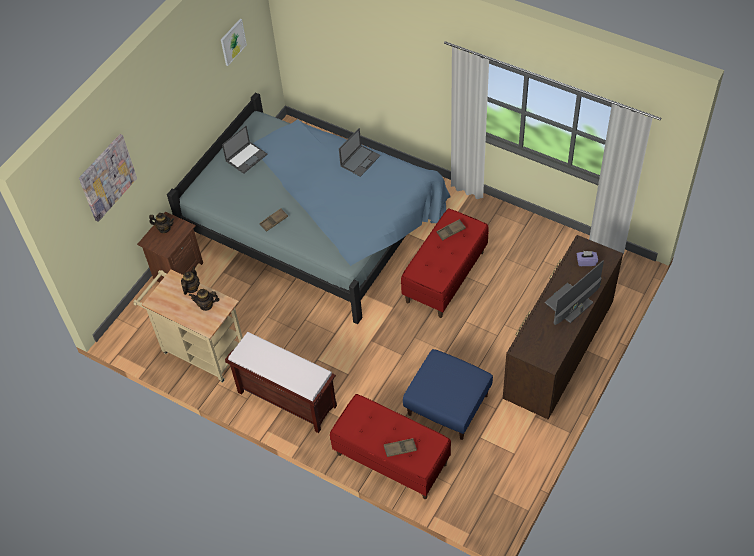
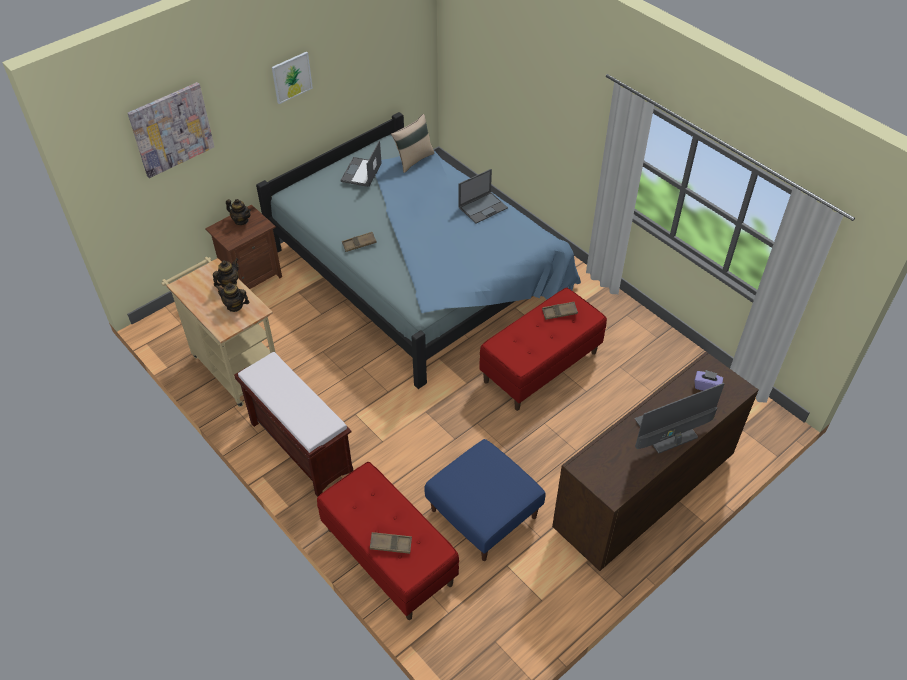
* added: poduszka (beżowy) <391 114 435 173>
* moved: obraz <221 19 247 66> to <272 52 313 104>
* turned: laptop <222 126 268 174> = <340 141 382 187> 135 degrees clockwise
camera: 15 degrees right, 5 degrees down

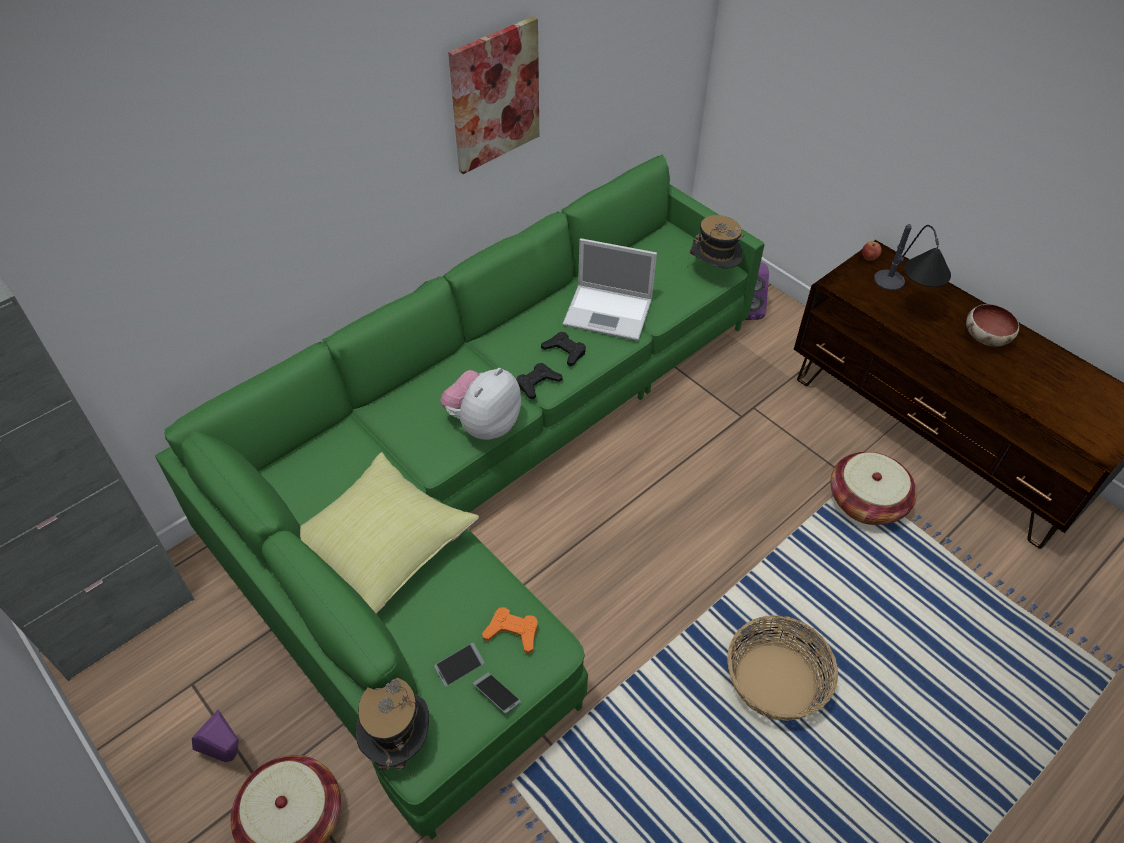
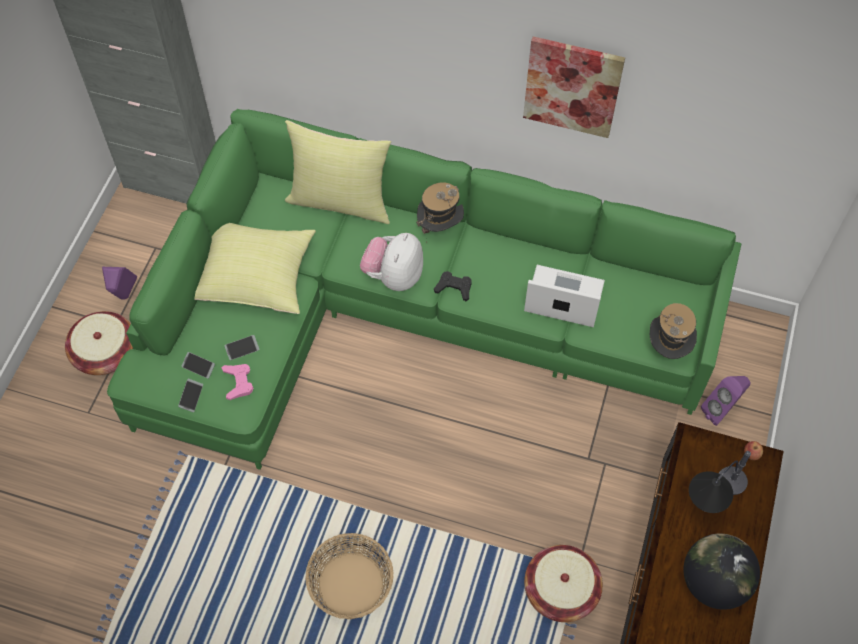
* removed: pad do gier (czarny) <541 332 586 366>
* added: telefon <224 335 259 360>
* added: poduszka (żółty) <285 120 391 224>
* moved: kapelusz <355 678 429 776> to <416 182 464 243>
* replaced: miska <966 304 1019 347> to globus <684 534 760 610>
* recoloured: pad do gier (pomarańczowy) <482 607 538 654> to pad do gier (różowy) <221 364 253 400>
* turned: pluszak <440 368 521 440> = <360 233 423 291> 75 degrees counterclockwise
* turned: laptop <563 238 657 341> = <524 265 605 327> 120 degrees clockwise
camera: 60 degrees right, 10 degrees up

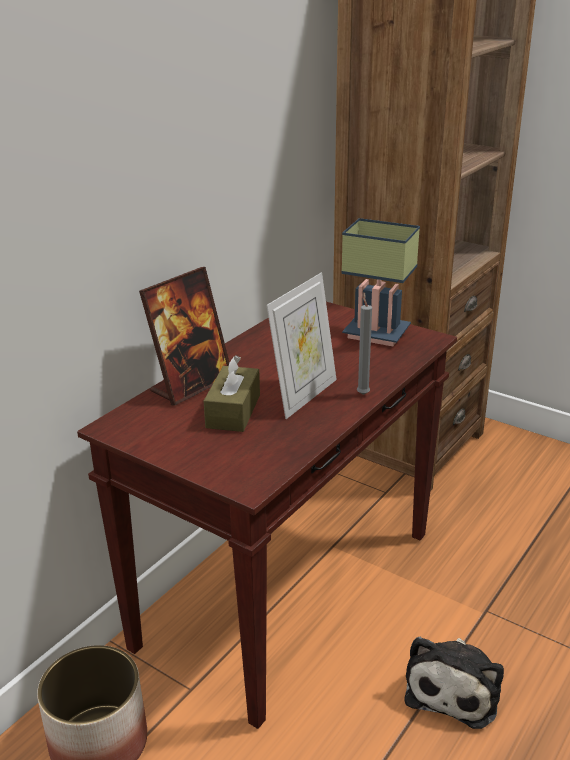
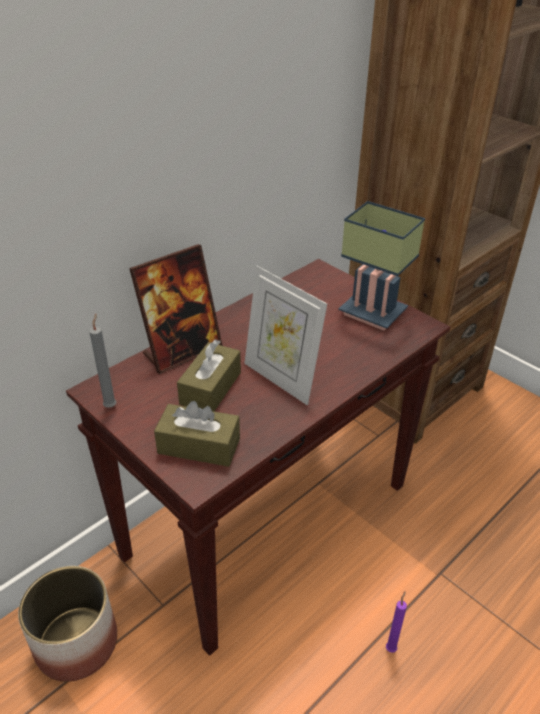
* added: pudełko chusteczek (brązowy) <154 401 240 467>
* moved: świeca (szary) <357 292 372 395> to <89 314 116 408>
* replaced: pluszak <405 637 504 729> to świeca (fioletowy) <386 591 407 653>
* turned: ramka na zdjęcie <267 273 337 419> = <244 266 327 405> 90 degrees clockwise
camera: 10 degrees right, 10 degrees up

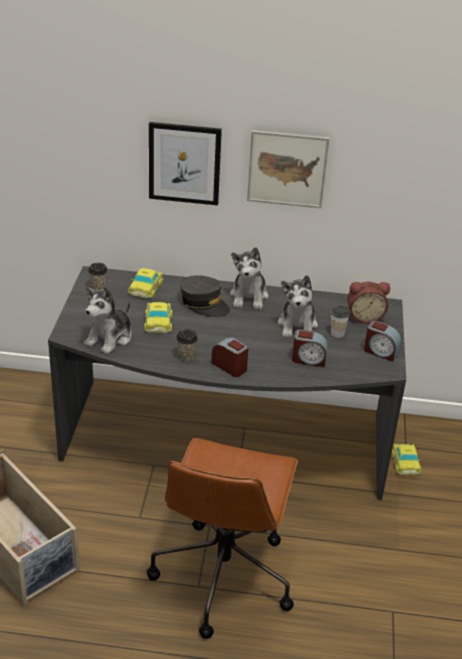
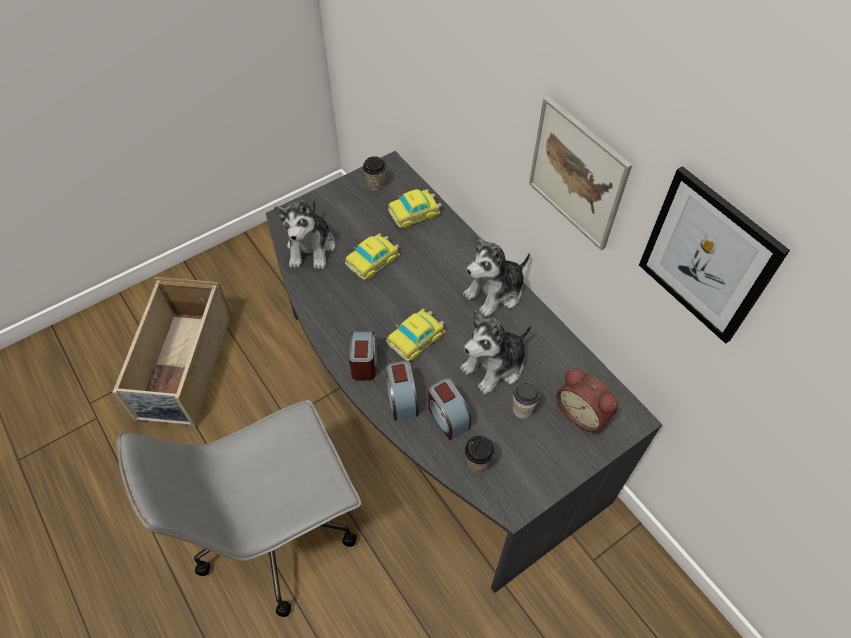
* removed: czapka z daszkiem (szary) <180 275 230 317>
* moved: obraz <149 122 222 205> to <639 166 790 344>
* moved: filiżanka <176 329 198 361> to <465 436 495 473>
* moved: budzik <364 320 402 362> to <386 361 419 421>
* moved: samochodzik <392 444 421 475> to <387 309 445 361>
* recoloured: krzesło biurowe (brązowy) <147 438 298 639> to krzesło biurowe (szary) <117 400 361 617>
* turned: pluszak <84 287 132 354> = <274 198 335 270> 75 degrees counterclockwise
camera: 50 degrees right, 20 degrees up

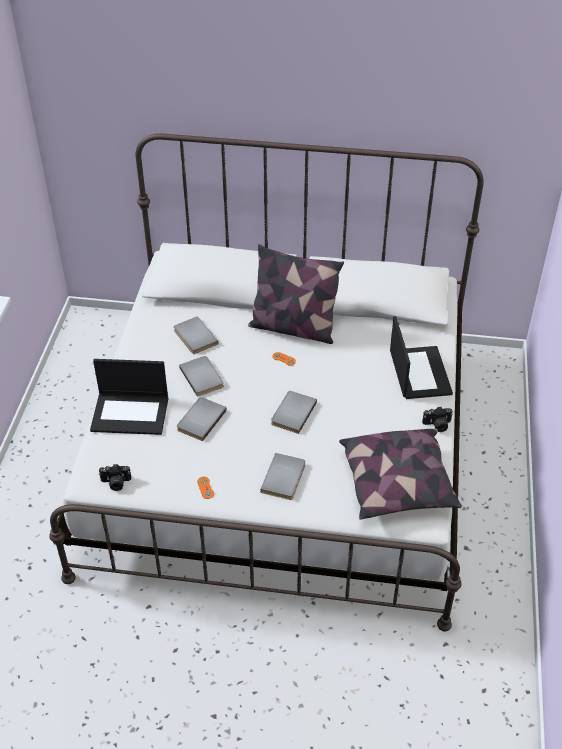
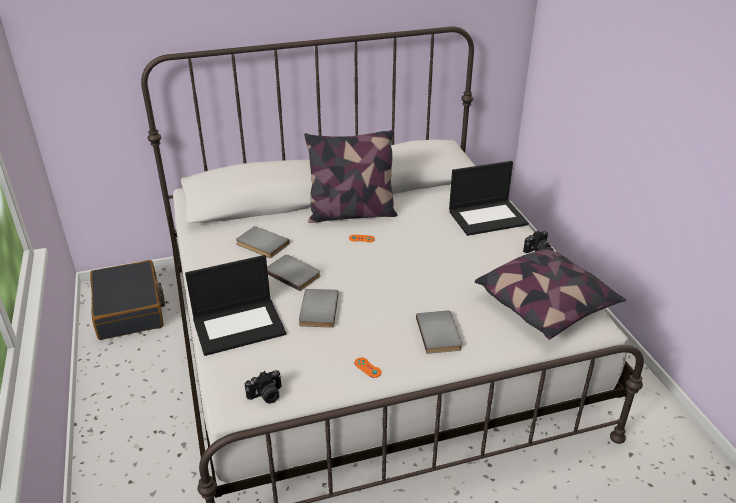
* removed: książka (szary) <271 391 317 434>
* added: walizka (czarny) <90 260 165 340>
* turned: laptop <390 316 453 399> = <449 161 529 236> 105 degrees clockwise
camera: 25 degrees left, 10 degrees down

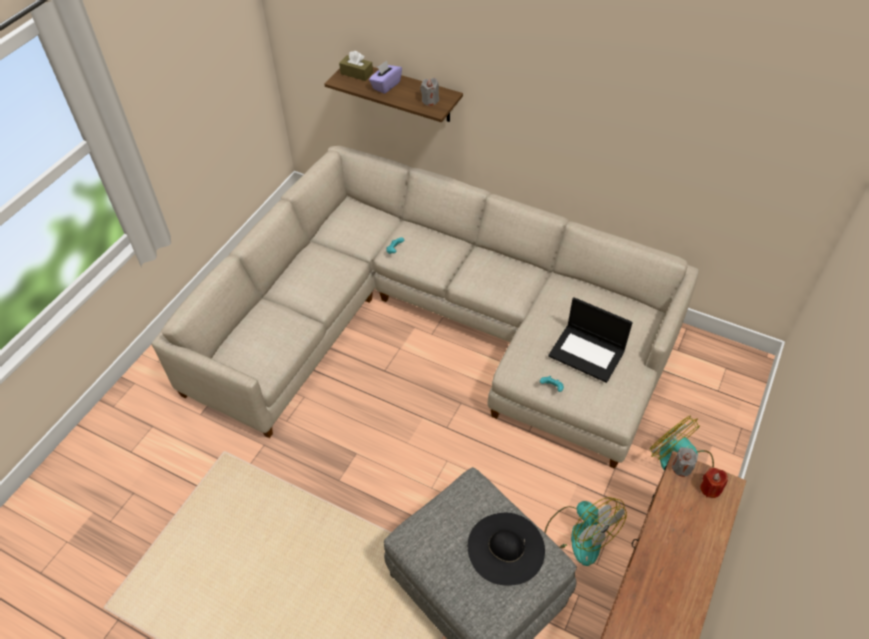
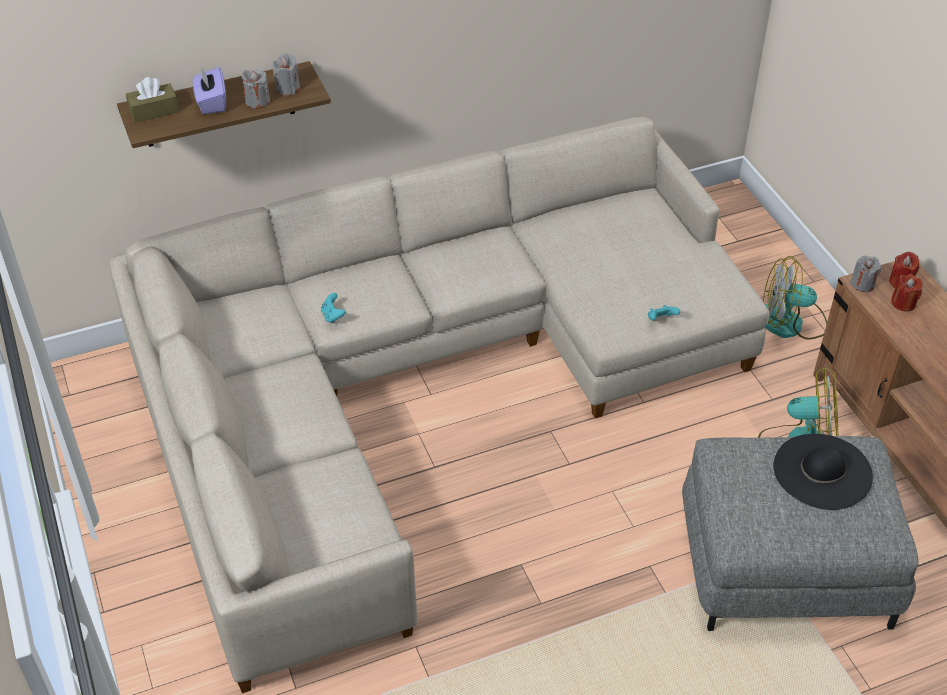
* removed: laptop <548 297 633 383>
* added: świeca (szary) <242 69 270 109>
* added: świeca (czerwony) <891 274 922 312>
camera: 50 degrees left, 5 degrees down

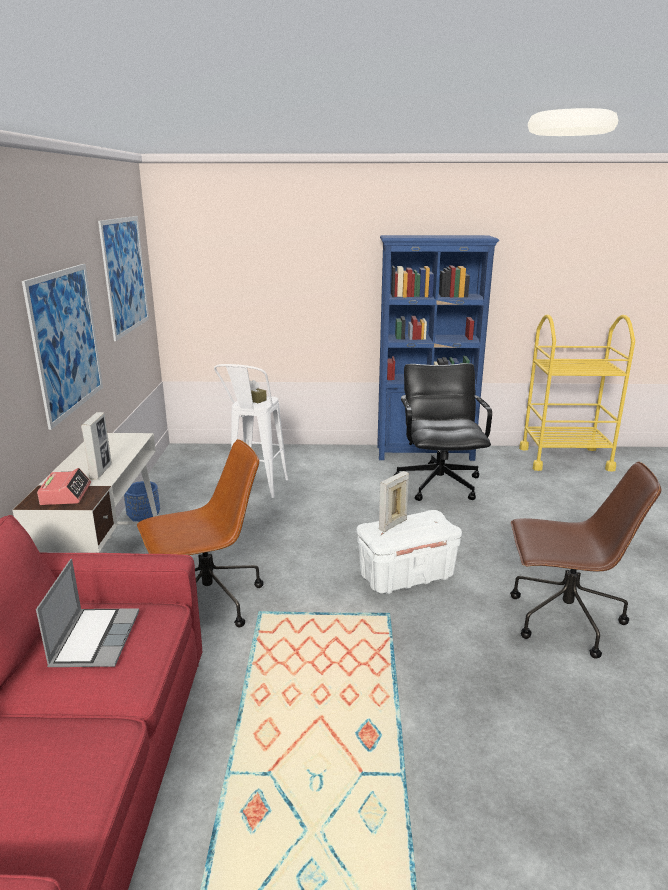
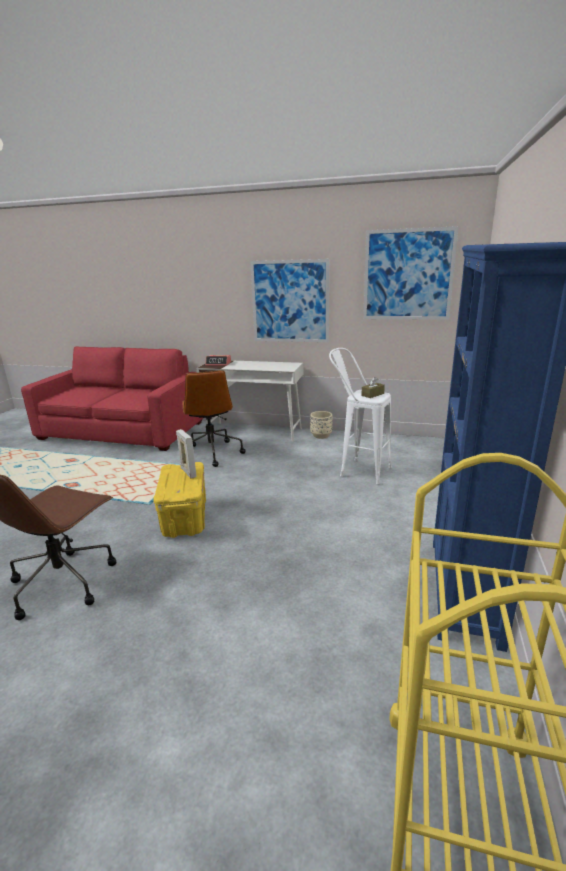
* removed: laptop <36 559 139 667>
* removed: ramka na zdjęcie <81 412 112 479>
* removed: krzesło biurowe (czarny) <393 363 492 501>
* recoloured: donica (niebieski) <124 481 160 522> to donica (beżowy) <310 411 332 439>
* recoloured: pojemnik do przechowywania (biały) <356 510 462 594> to pojemnik do przechowywania (żółty) <153 462 206 538>
camera: 105 degrees right, 0 degrees up

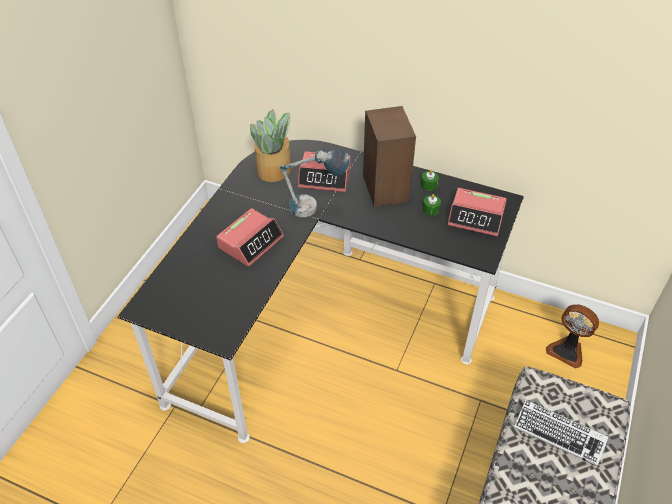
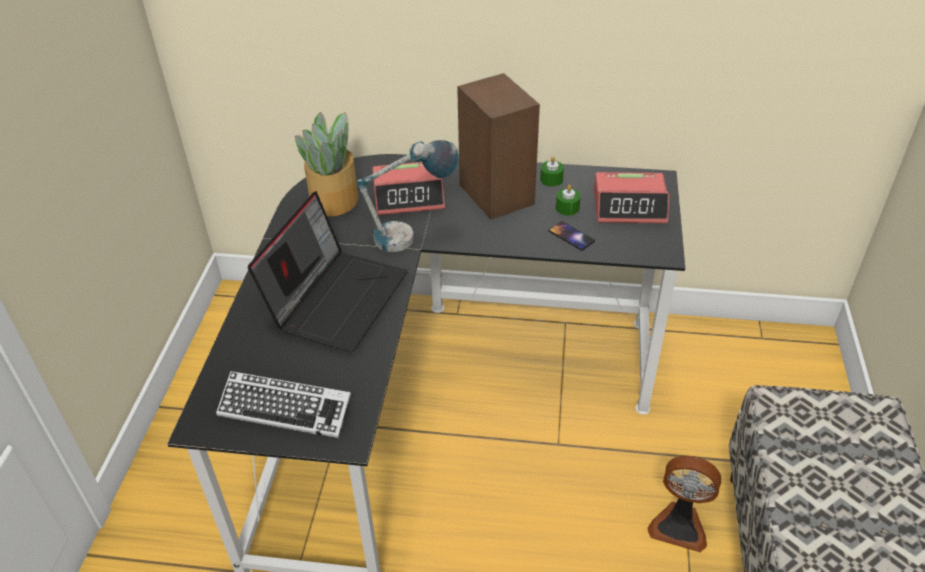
* added: telefon <548 221 595 251>
* moved: klawiatura <514 400 609 466> to <216 371 351 439>
* moved: wentylator <546 304 599 369> to <648 455 721 552>
* replaced: budzik <217 208 284 267> to laptop <248 191 408 352>
camera: 15 degrees left, 5 degrees down

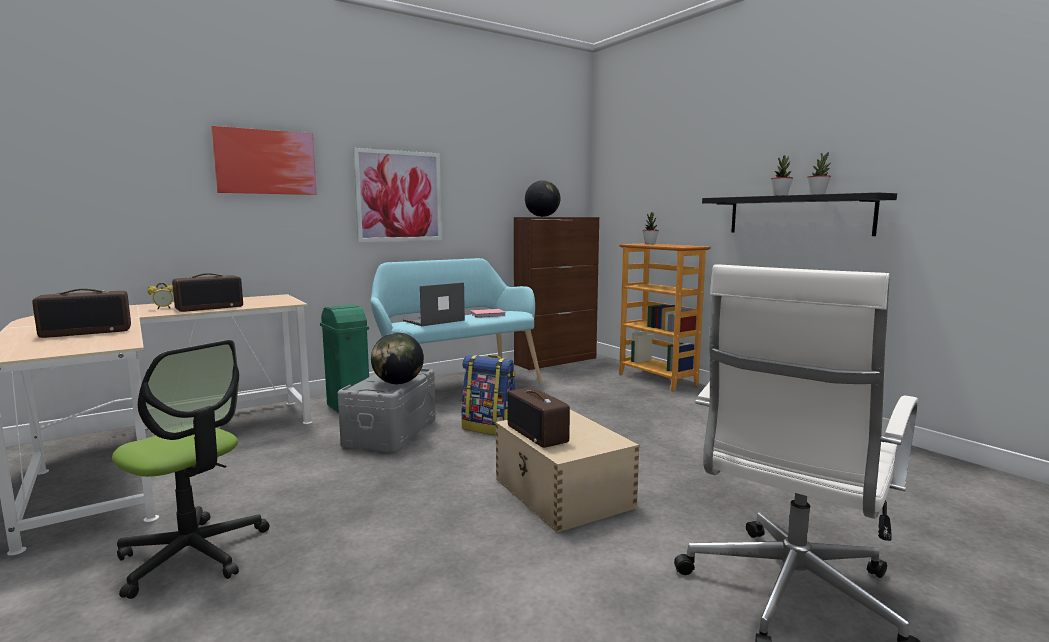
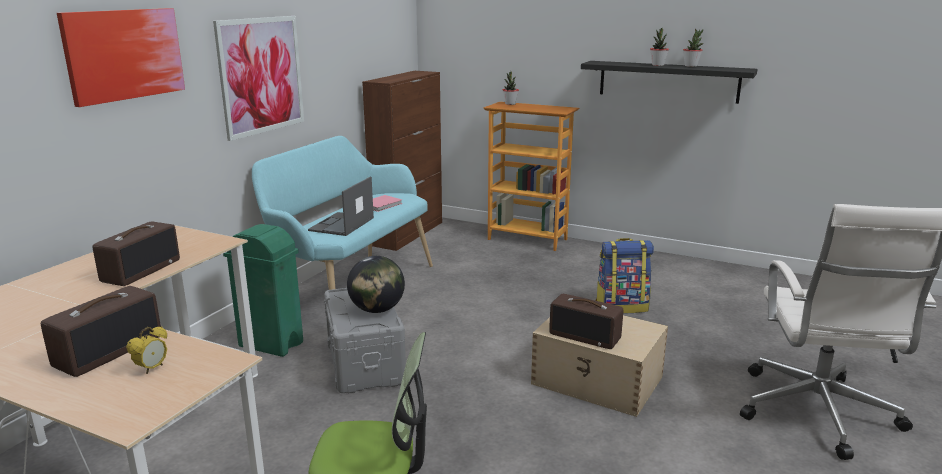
* removed: globus <525 180 560 217>
* moved: budzik <148 283 173 309> to <126 326 167 374>
* moved: plecak <461 355 516 435> to <596 238 654 314>
camera: 30 degrees left, 10 degrees up

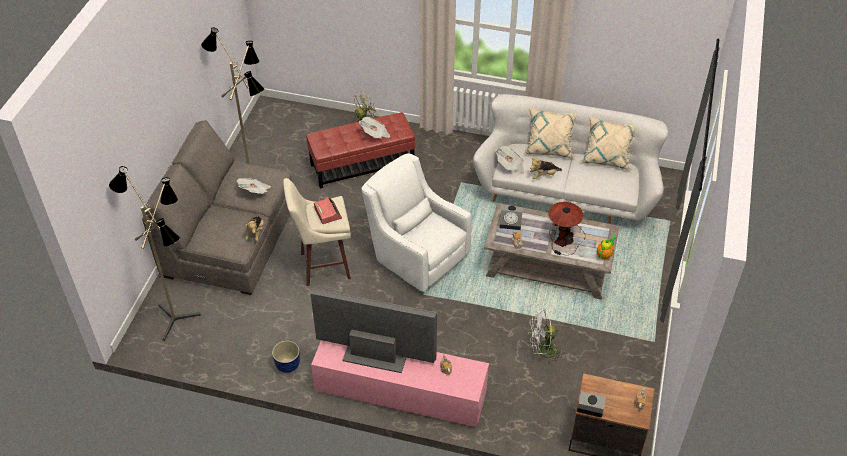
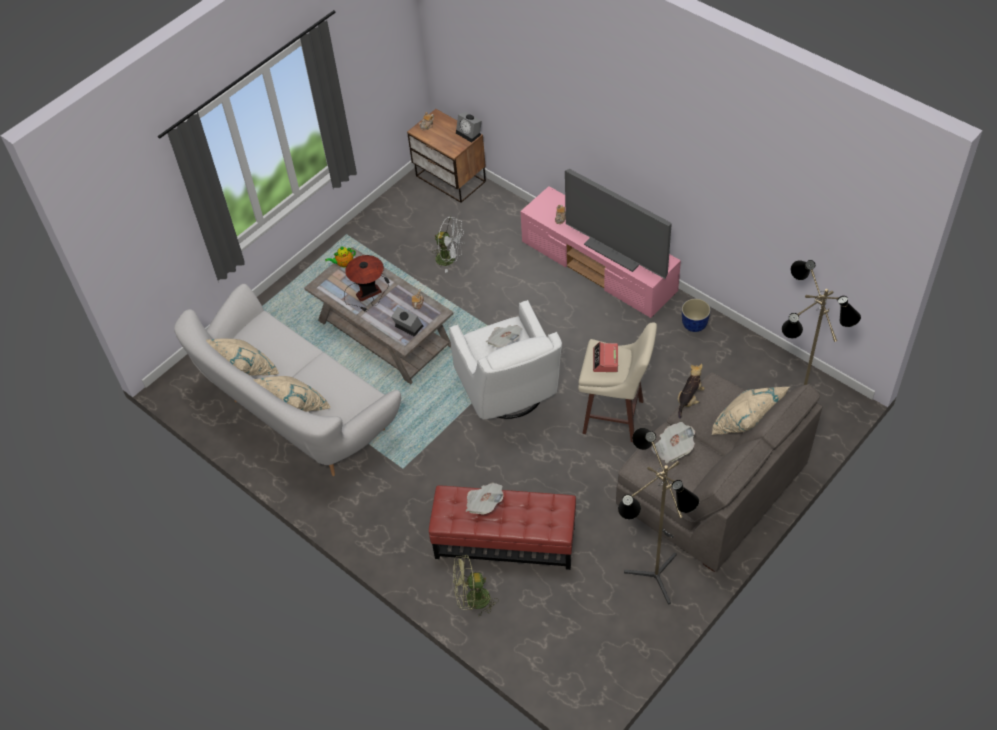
* removed: pluszak <530 158 562 179>
* added: poduszka (beżowy) <712 387 789 435>
* moved: gazeta <496 146 524 173> to <486 325 523 347>
camera: 150 degrees left, 5 degrees up

